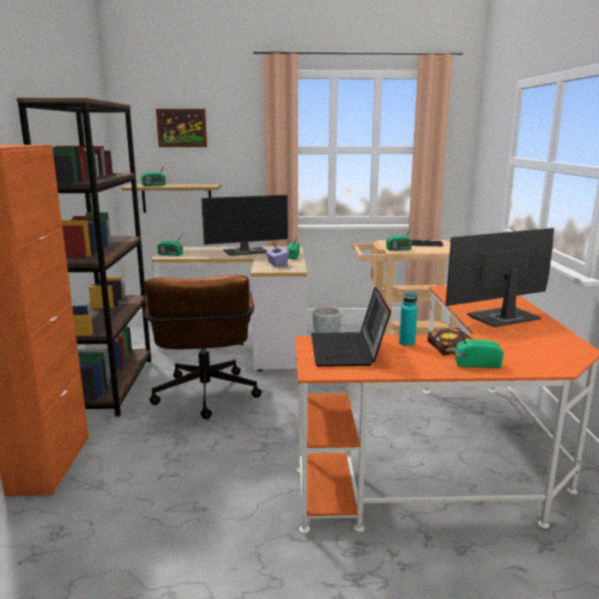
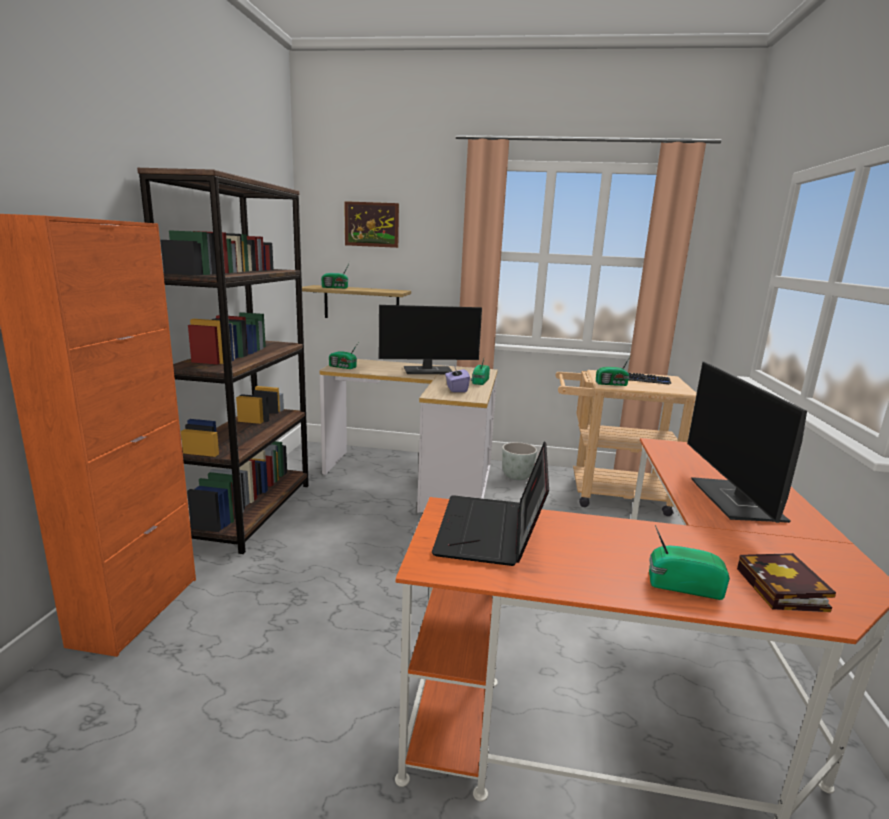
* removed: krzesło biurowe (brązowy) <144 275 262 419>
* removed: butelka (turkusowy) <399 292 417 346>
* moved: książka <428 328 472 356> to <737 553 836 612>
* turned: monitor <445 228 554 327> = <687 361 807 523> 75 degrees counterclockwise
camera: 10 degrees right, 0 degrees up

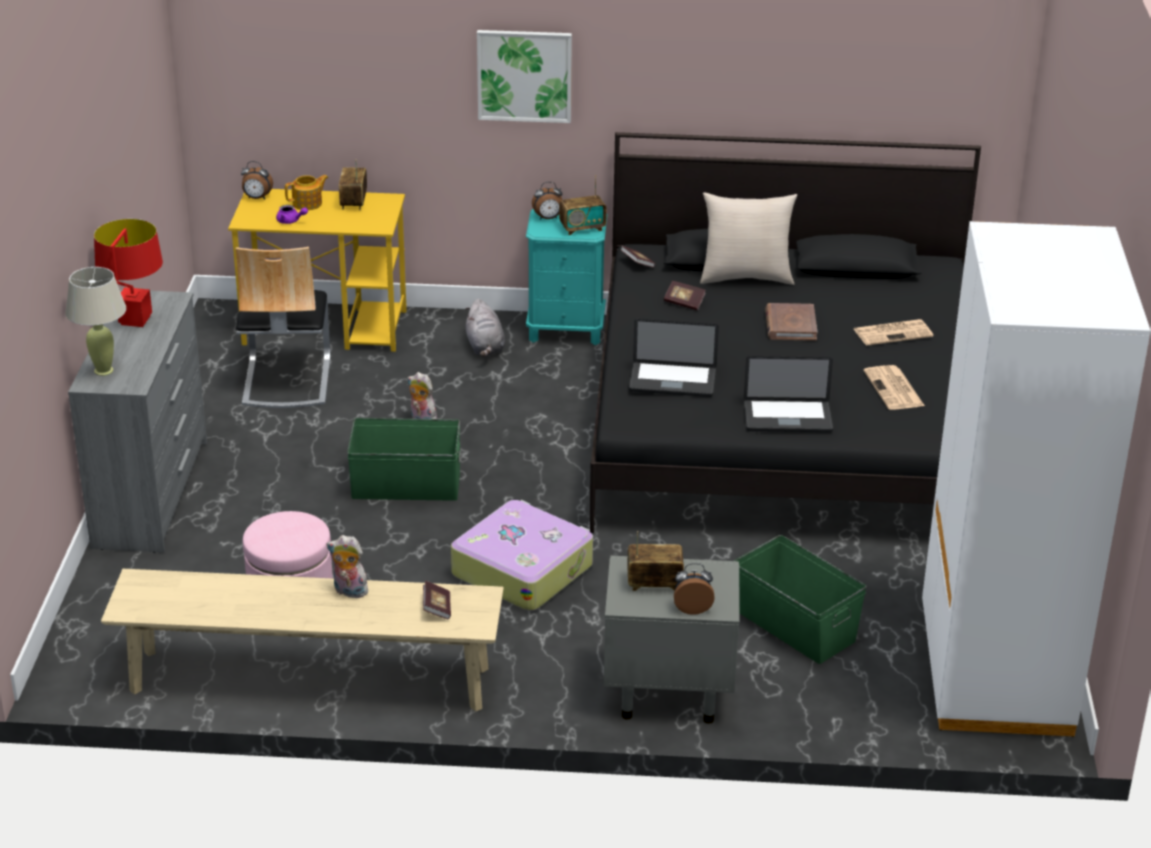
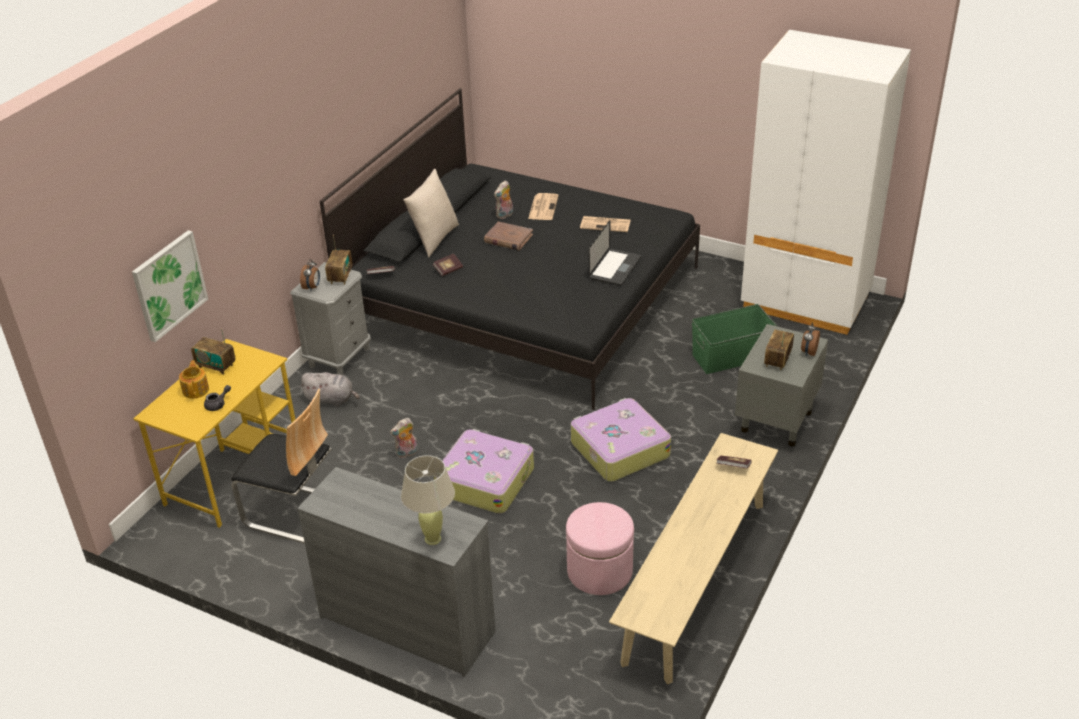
* removed: lampa stołowa (czerwony) <94 219 163 327>
* removed: budzik <241 161 273 199>
* removed: laptop <629 319 719 397>
* moved: pluszak <327 535 368 598> to <494 180 513 219>
* moved: obraz <477 30 572 123> to <132 230 208 342>
* replaced: pojemnik do przechowywania (zielony) <347 418 461 501> to walizka <434 429 534 514>
* recoloured: imbryk (fioletowy) <276 205 308 224> to imbryk (szary) <204 385 231 411>
* recoloured: szafka nocna (turkusowy) <526 209 607 345> to szafka nocna (szary) <290 262 371 376>
camera: 65 degrees left, 5 degrees up

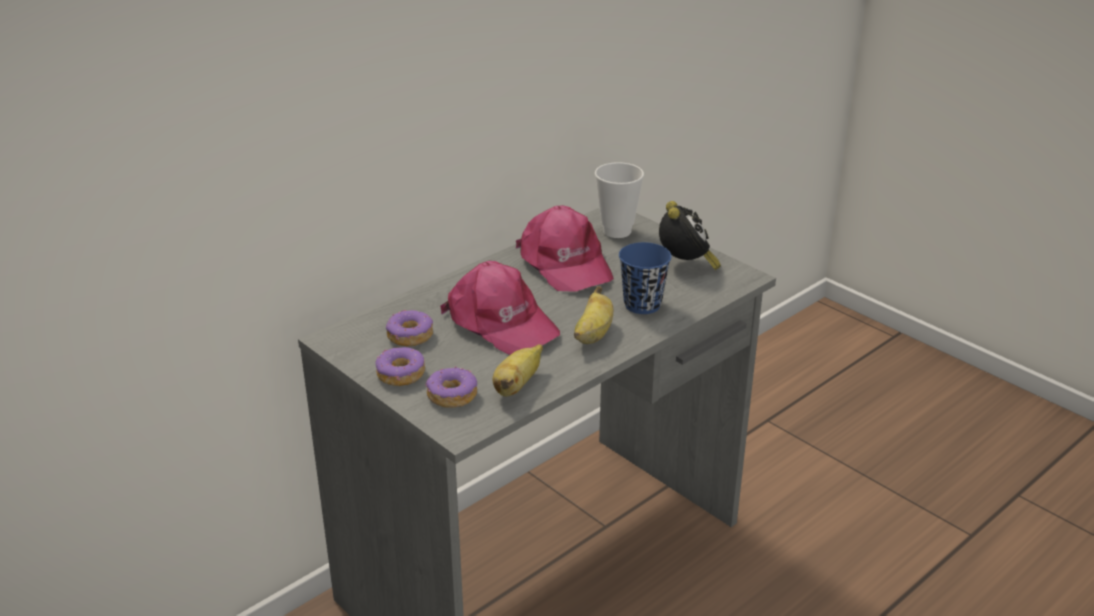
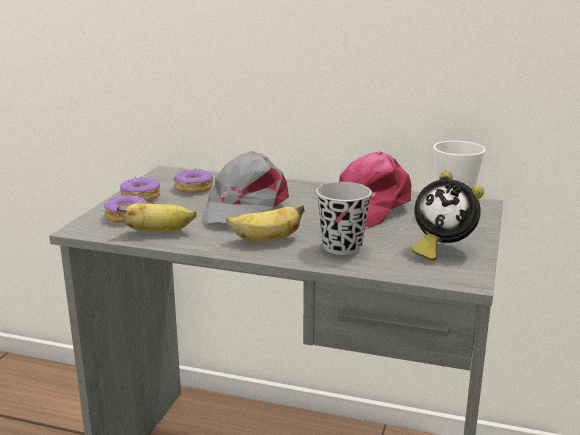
* recoloured: czapka z daszkiem (różowy) <440 261 560 355> to czapka z daszkiem (szary) <202 151 289 223>
* recoloured: filiżanka (niebieski) <619 242 672 314> to filiżanka (czarny) <316 182 372 255>
* turned: budzik <659 201 721 270> = <412 171 484 261> 60 degrees clockwise
camera: 60 degrees right, 10 degrees down

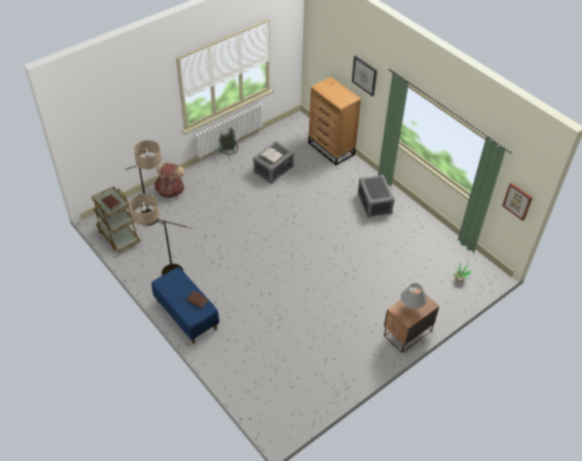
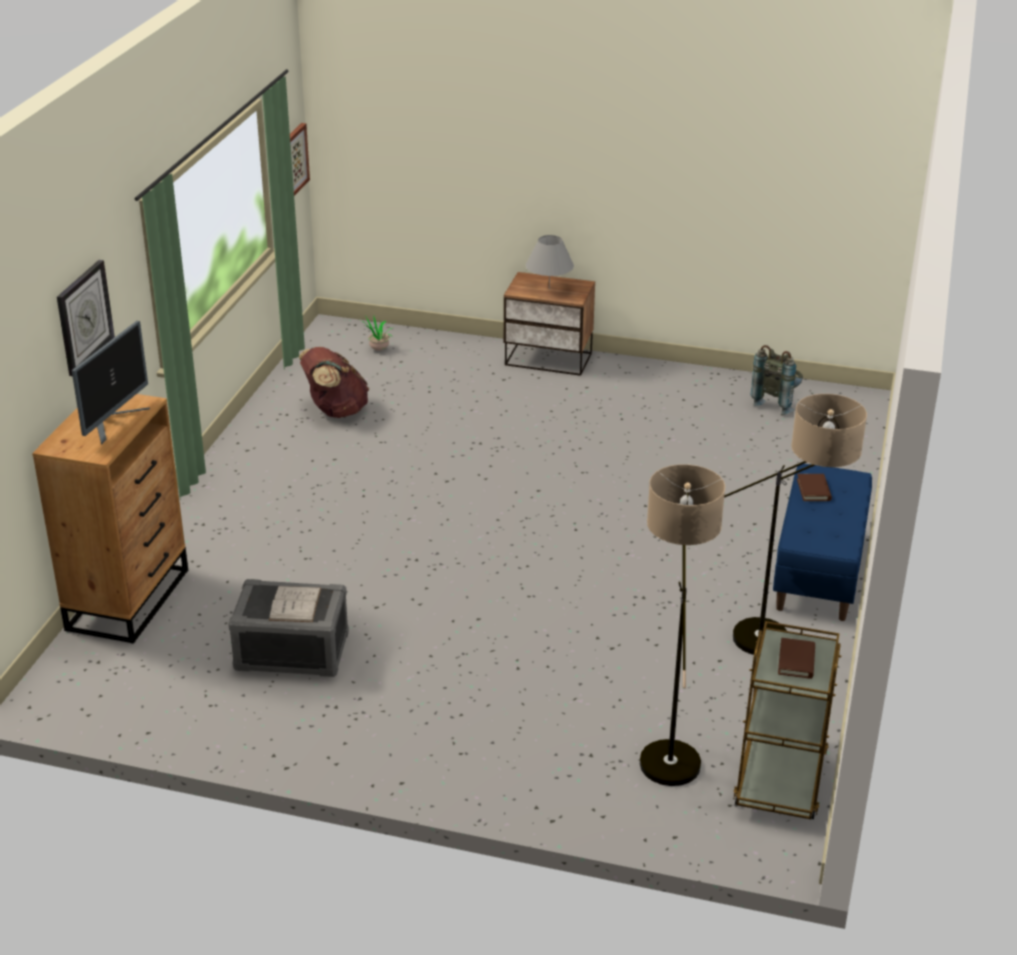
* removed: pojemnik do przechowywania (szary) <357 175 395 218>
* added: monitor <72 321 150 445>
* moved: plecak (brązowy) <154 163 185 198> to <299 347 369 418>
* moved: plecak (szary) <217 128 238 155> to <751 345 803 415>
camera: 125 degrees left, 15 degrees down

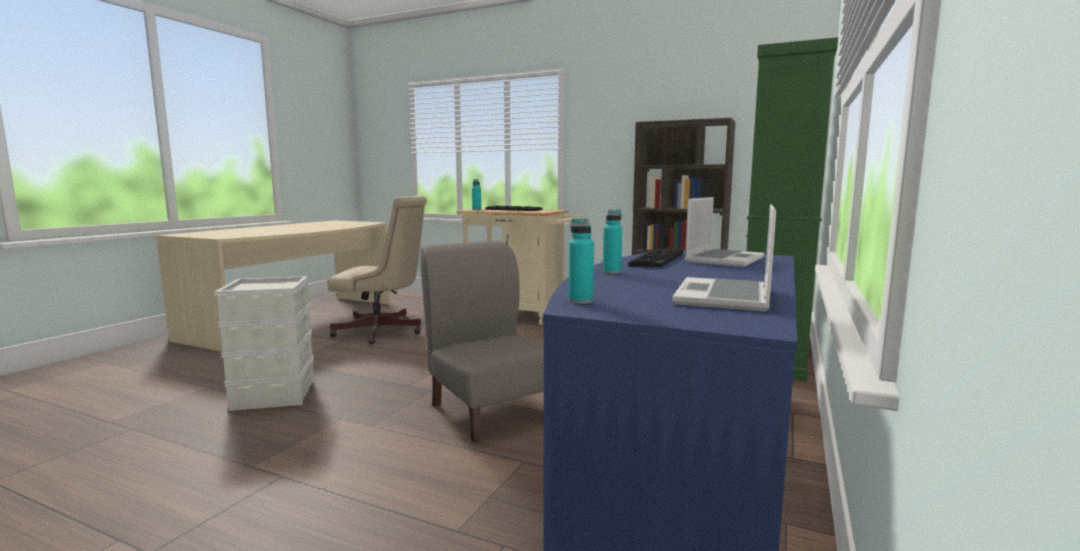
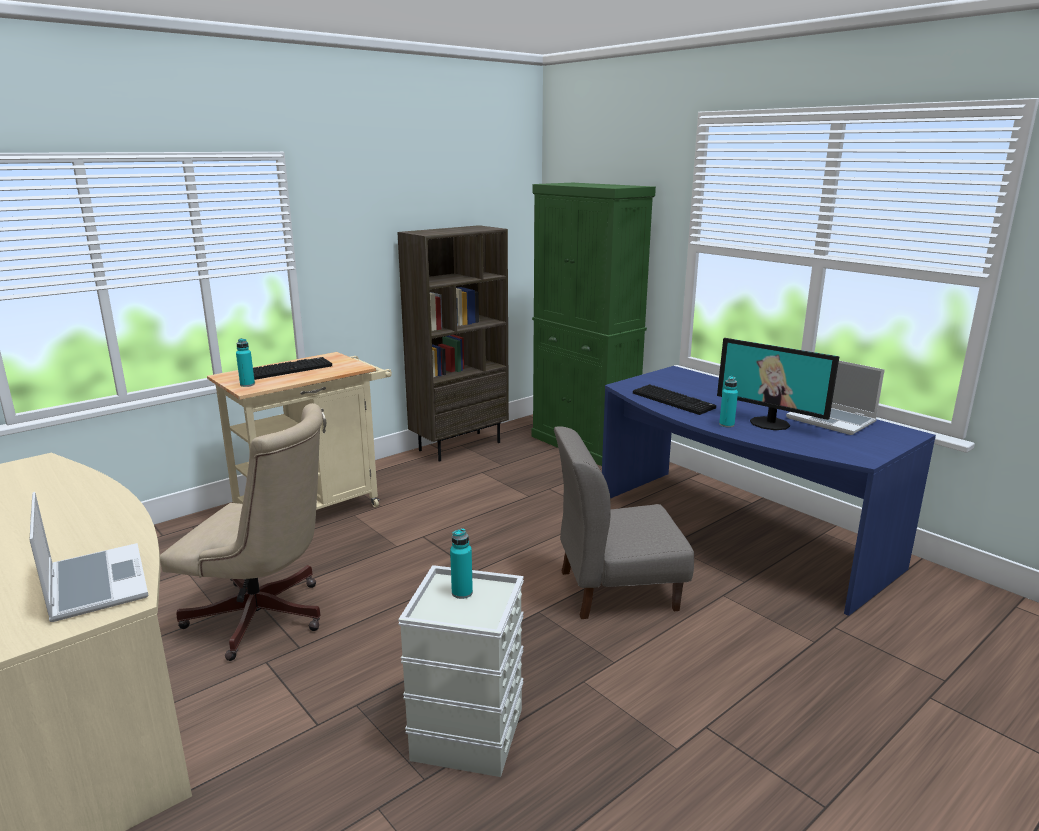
* added: monitor <717 338 840 430>
* moved: butelka (turkusowy) <568 218 594 304> to <450 528 473 599>
* moved: laptop <685 197 764 267> to <30 492 148 622>
* turned: krzesło biurowe (beżowy) <327 195 427 344> = <160 403 323 661> 75 degrees clockwise
camera: 65 degrees left, 10 degrees up

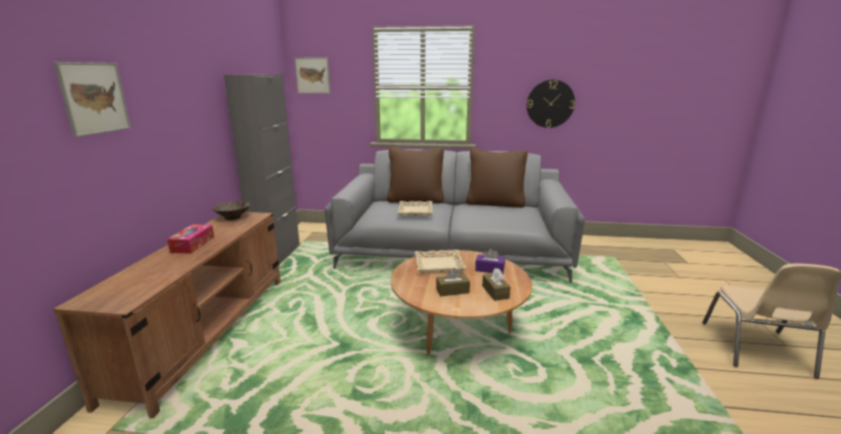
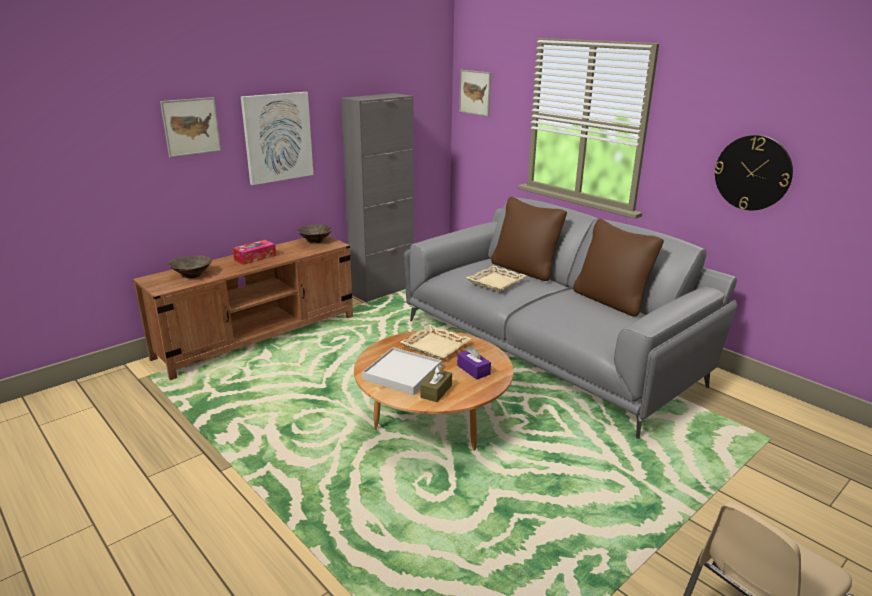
* added: miska (brązowy) <168 255 212 278>
* added: obraz <241 92 313 185>
* replaced: pudełko chusteczek (brązowy) <436 268 470 296> to taca (biały) <362 347 442 395>
camera: 40 degrees right, 5 degrees up

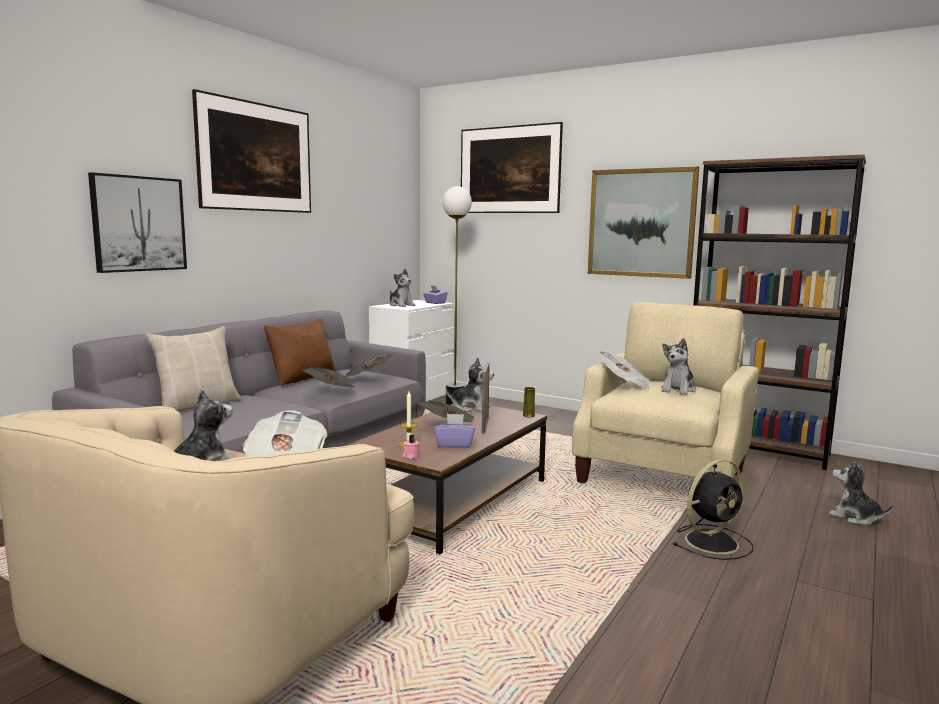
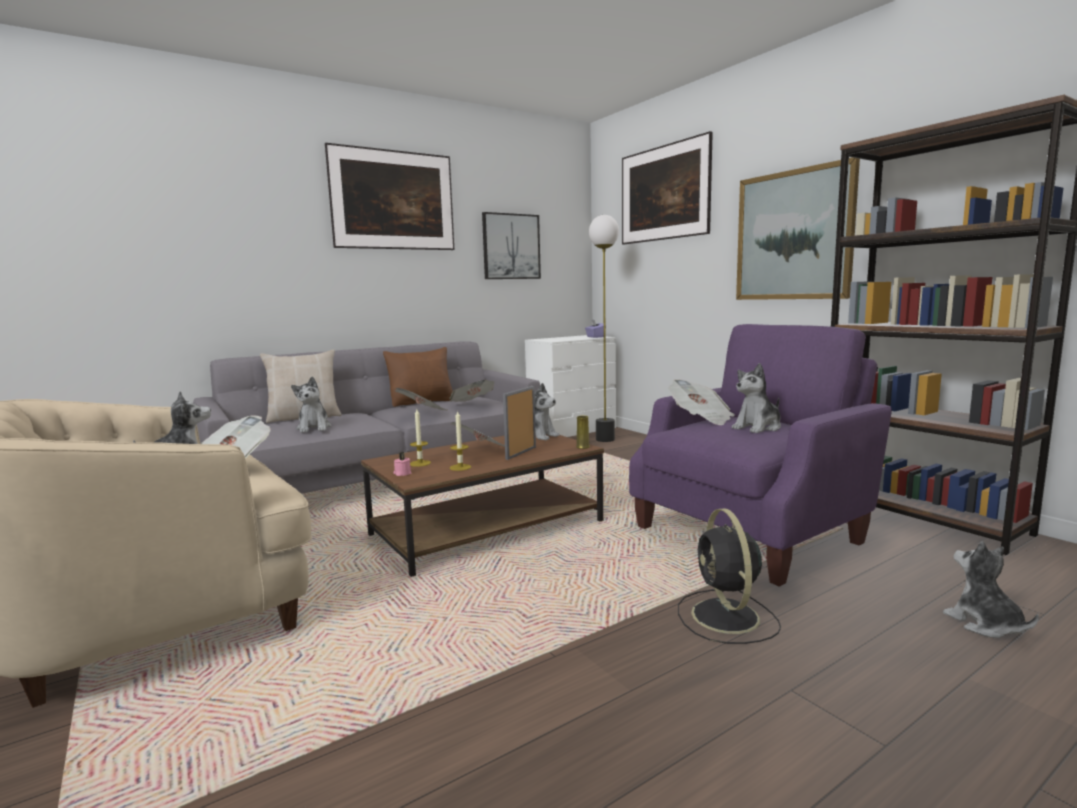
* moved: obraz <88 172 187 273> to <482 212 541 279>
* moved: pluszak <389 269 415 307> to <291 377 331 433>
* replaced: pudełko chusteczek (fioletowy) <434 414 475 448> to świeca <450 410 471 471>
* recoloured: fotel (beżowy) <572 302 759 484> to fotel (fioletowy) <629 324 892 587>
* turned: wentylator (czarny) <672 459 753 560> = <678 508 781 644> 90 degrees clockwise
camera: 25 degrees right, 0 degrees up

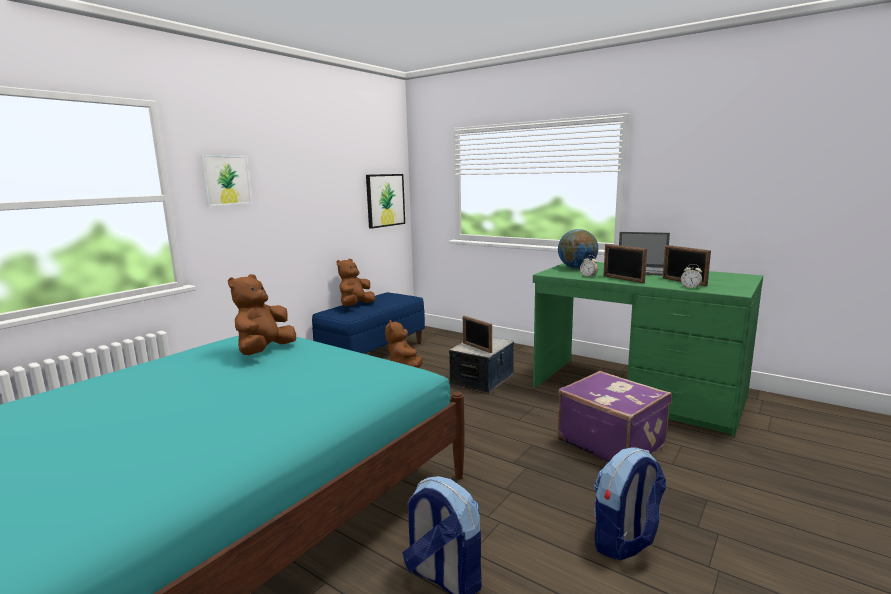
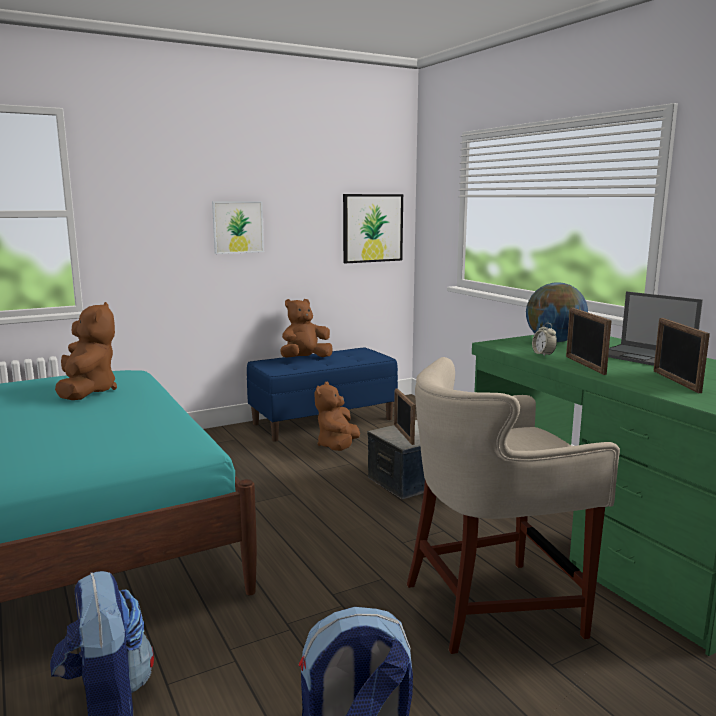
* removed: budzik <681 264 702 289>
* moved: obraz <200 155 252 206> to <212 201 264 254>
* replaced: walizka (fioletowy) <557 371 672 462> to stołek (beżowy) <407 357 620 654>
* turned: pluszak (brązowy) <228 274 296 355> = <55 302 117 400> 120 degrees clockwise
camera: 25 degrees right, 0 degrees up

